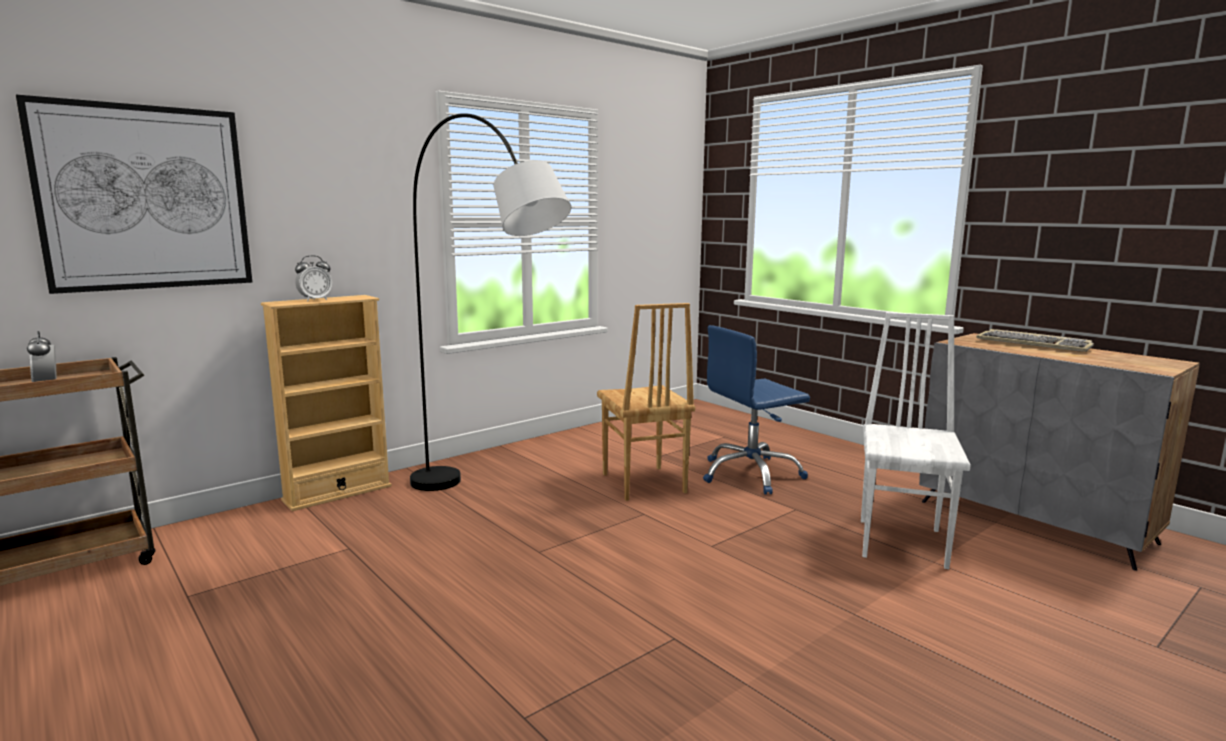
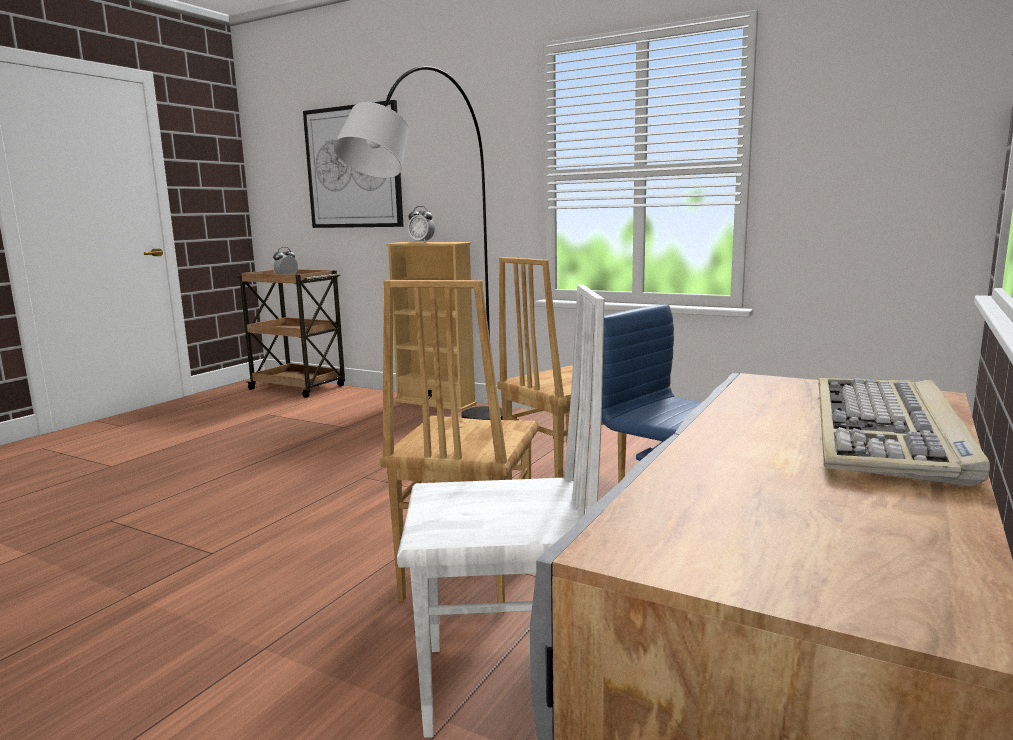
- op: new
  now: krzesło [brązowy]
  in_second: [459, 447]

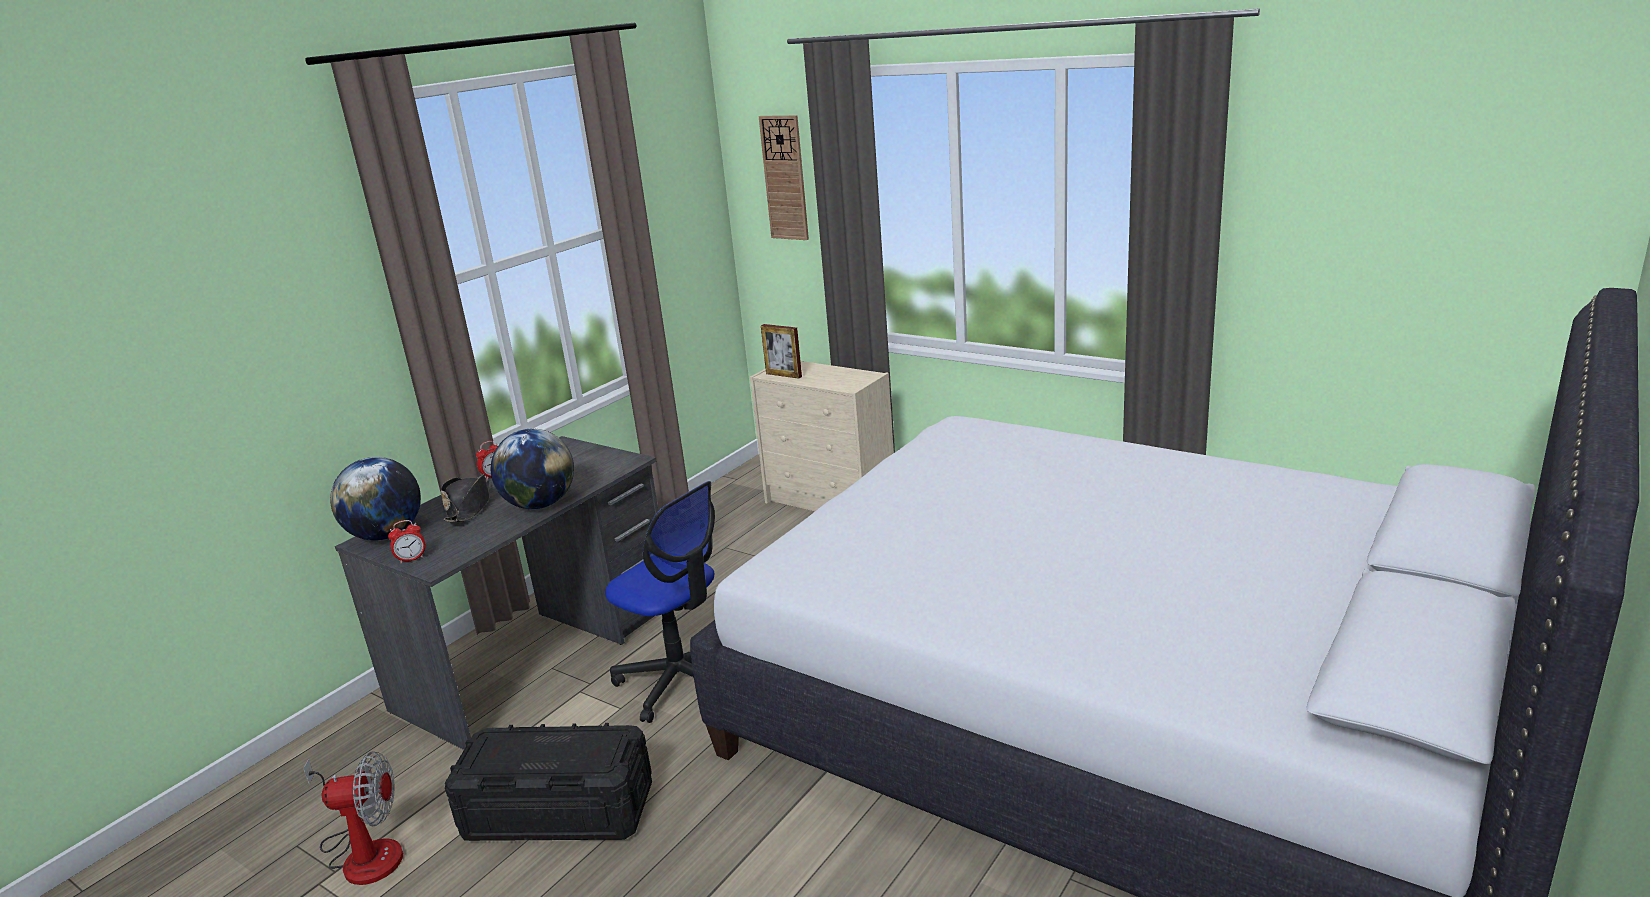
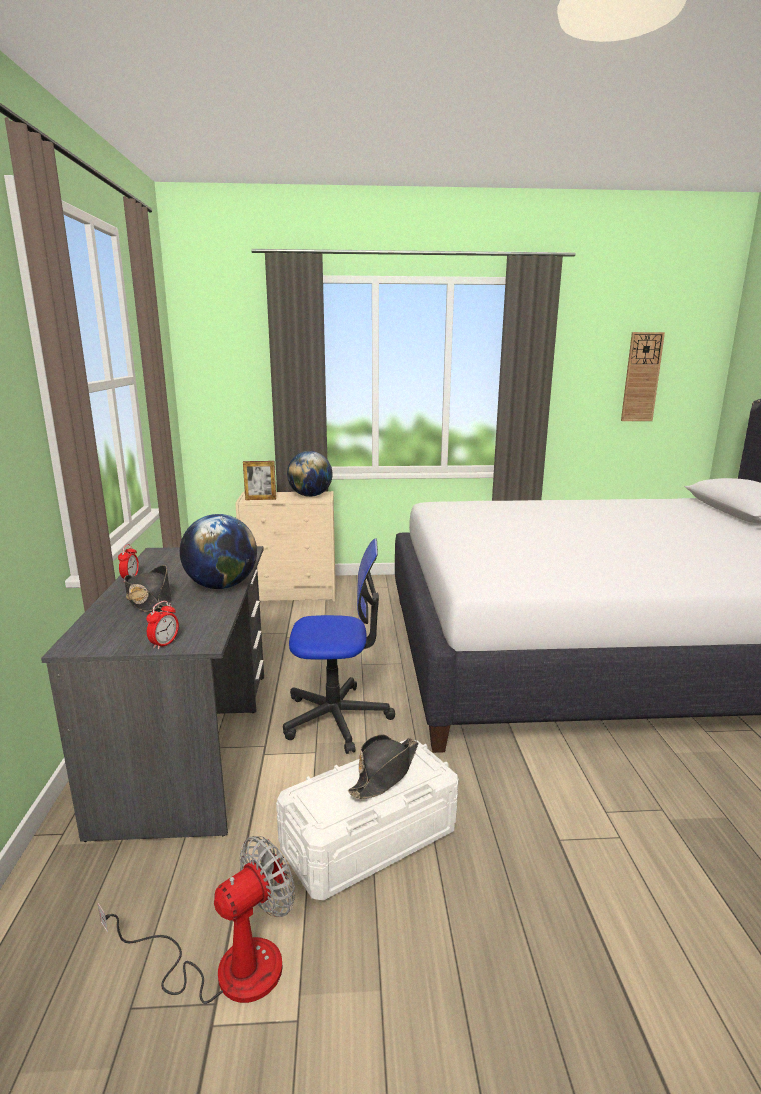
- op: repainted
  was: pojemnik do przechowywania [czarny]
  now: pojemnik do przechowywania [biały]
  in_first: [548, 782]
  in_second: [367, 820]
- op: shifted
  was: globus
  in_first: [375, 499]
  in_second: [310, 474]
- op: new
  now: kapelusz [czarny]
  in_second: [383, 766]
- op: shifted
  was: zegar ścienny
  in_first: [784, 177]
  in_second: [643, 376]

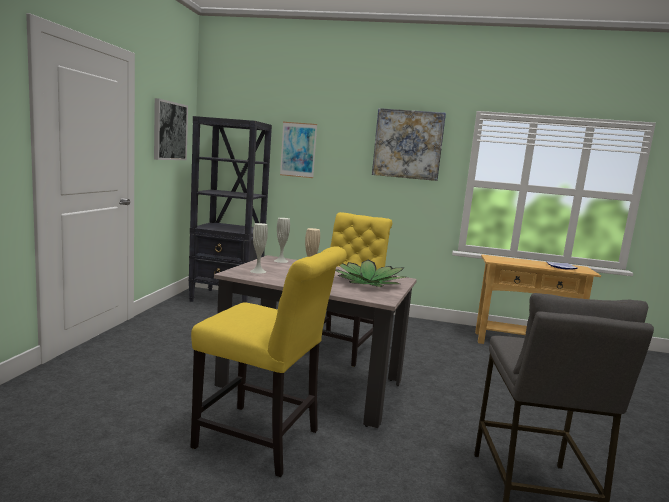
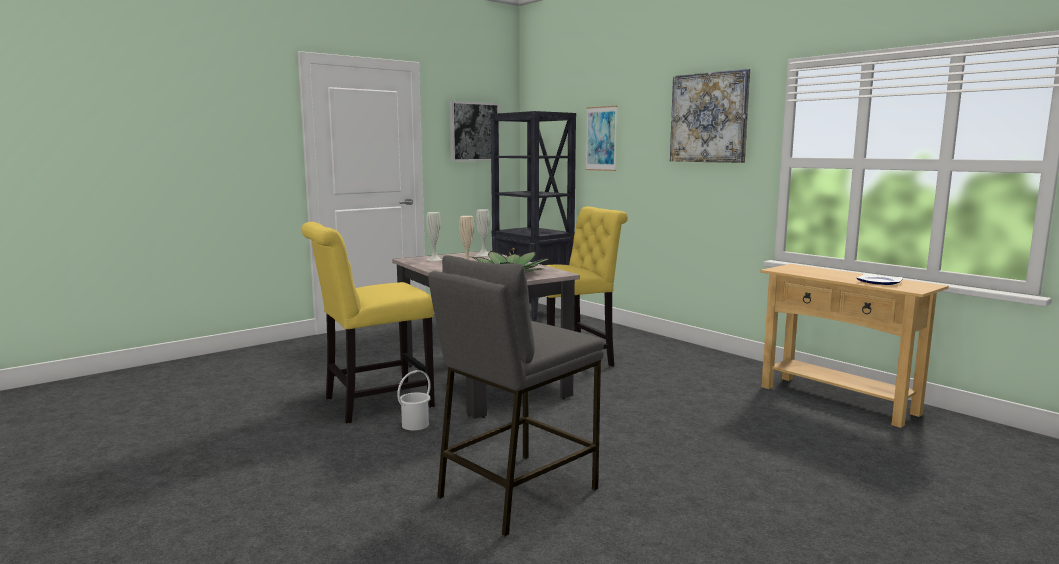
- op: rotated
  was: krzesło [żółty]
  in_first: [269, 361]
  in_second: [368, 323]
  clockwise: 90
- op: new
  now: wiadro [biały]
  in_second: [414, 400]

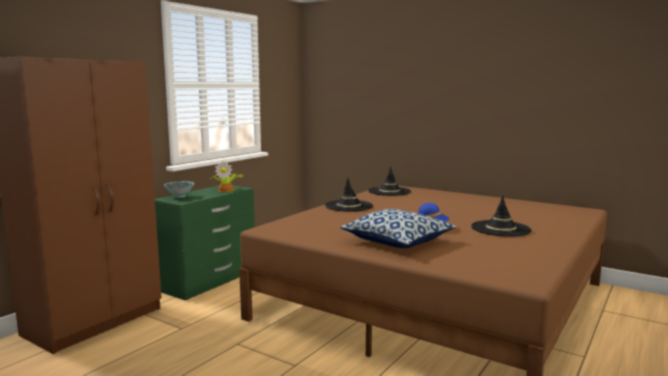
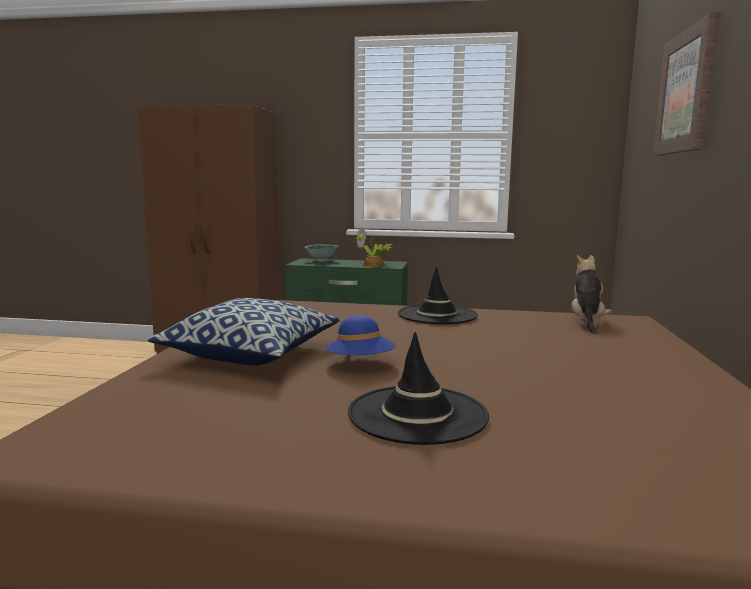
- op: swapped
  was: kapelusz [czarny]
  now: pluszak
  in_first: [389, 181]
  in_second: [592, 294]
- op: new
  now: obraz
  in_second: [687, 83]

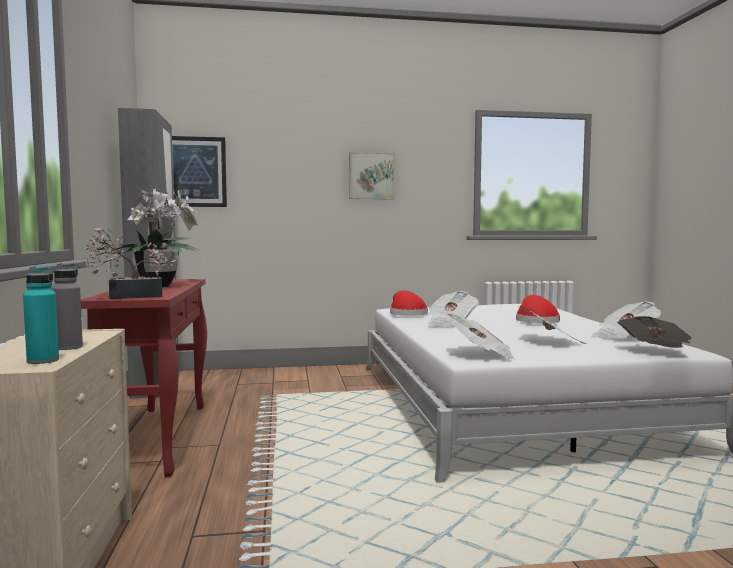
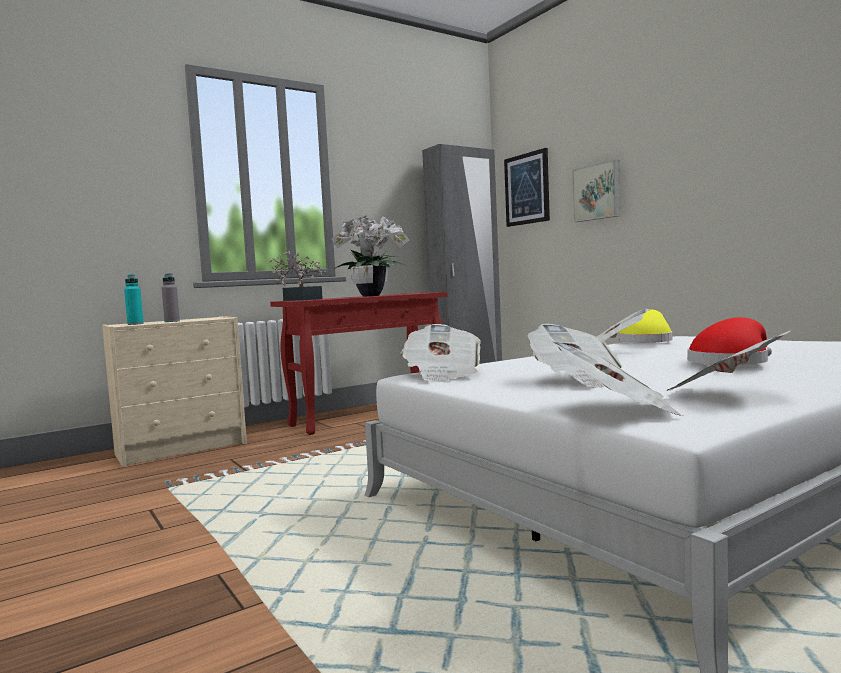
- op: shifted
  was: obraz
  in_first: [372, 175]
  in_second: [596, 191]
- op: repainted
  was: kapelusz [czerwony]
  now: kapelusz [żółty]
  in_first: [409, 303]
  in_second: [645, 326]

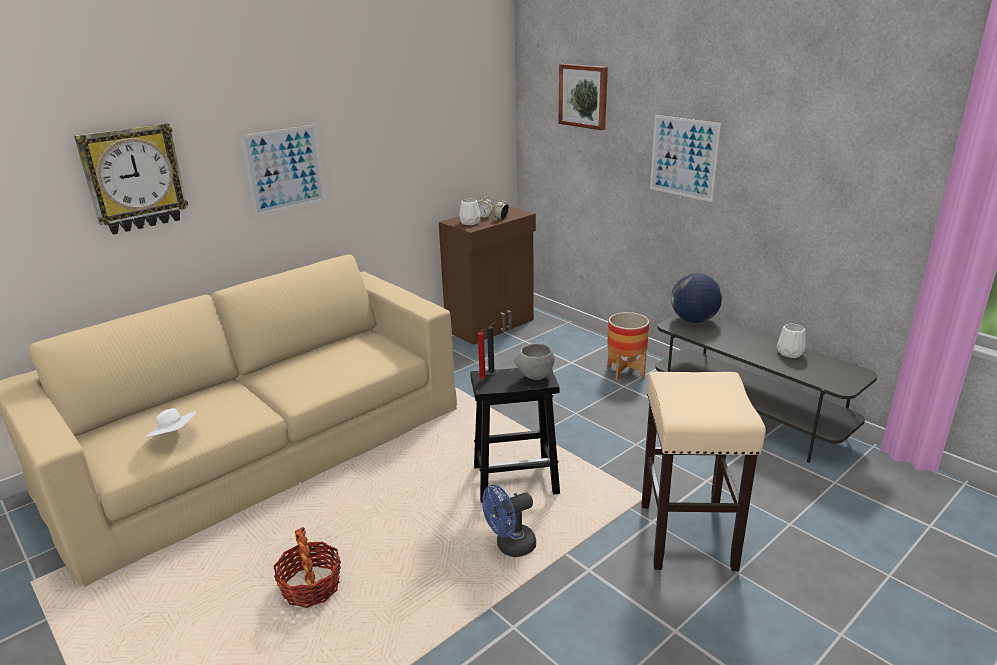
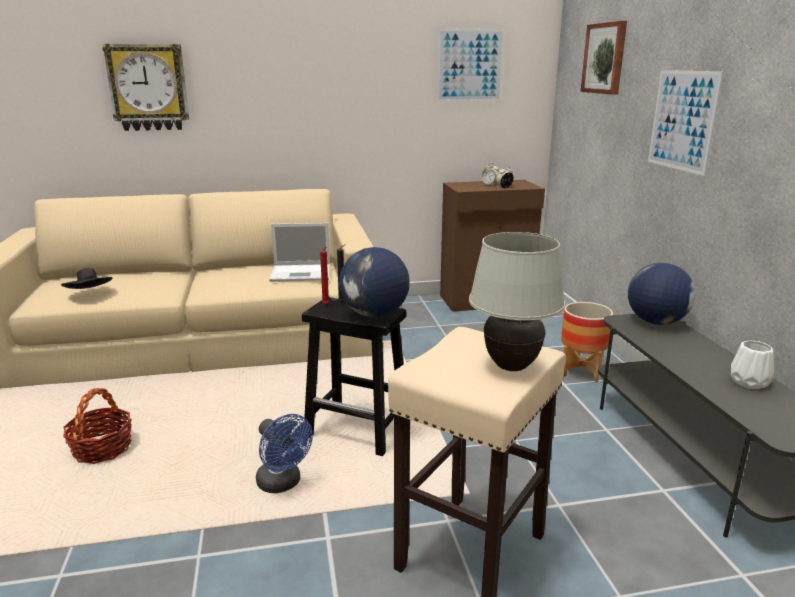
- op: repainted
  was: kapelusz [biały]
  now: kapelusz [czarny]
  in_first: [169, 423]
  in_second: [86, 278]
- op: rotated
  was: wentylator [niebieski]
  in_first: [509, 521]
  in_second: [284, 453]
  clockwise: -135
- op: new
  now: laptop
  in_second: [299, 252]
- op: swapped
  was: miska [szary]
  now: globus
  in_first: [534, 361]
  in_second: [374, 282]
- op: shifted
  was: obraz
  in_first: [283, 170]
  in_second: [471, 65]
- op: new
  now: lampa stołowa [biały]
  in_second: [517, 301]
- op: gone
  was: wazon [biały]
  in_first: [469, 212]

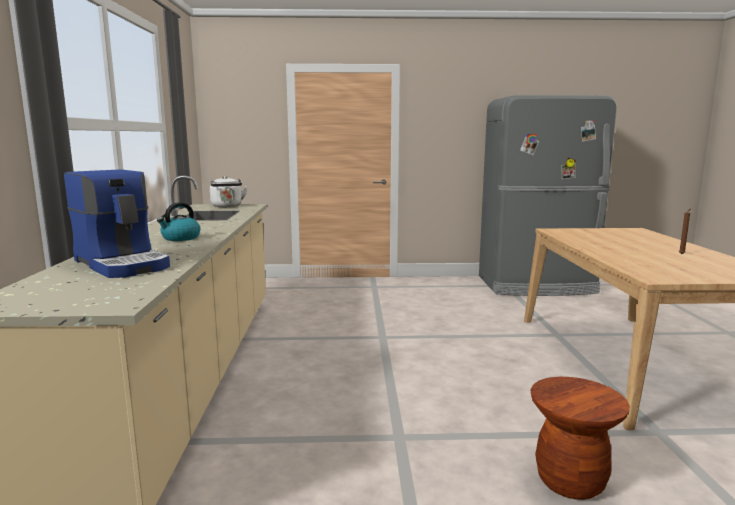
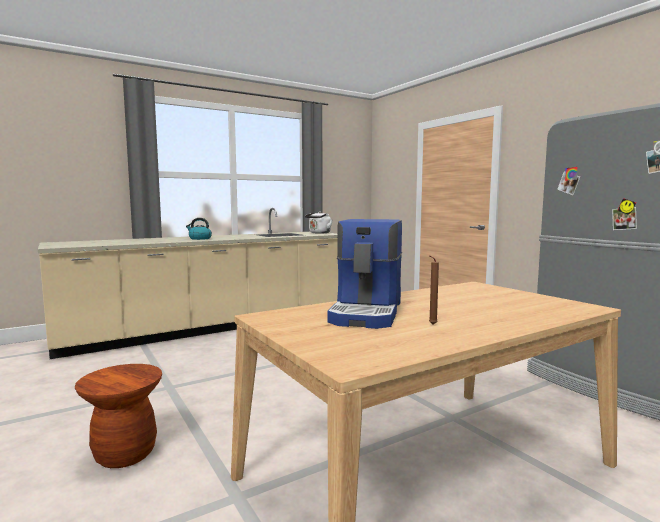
- op: shifted
  was: ekspres do kawy
  in_first: [117, 223]
  in_second: [364, 274]

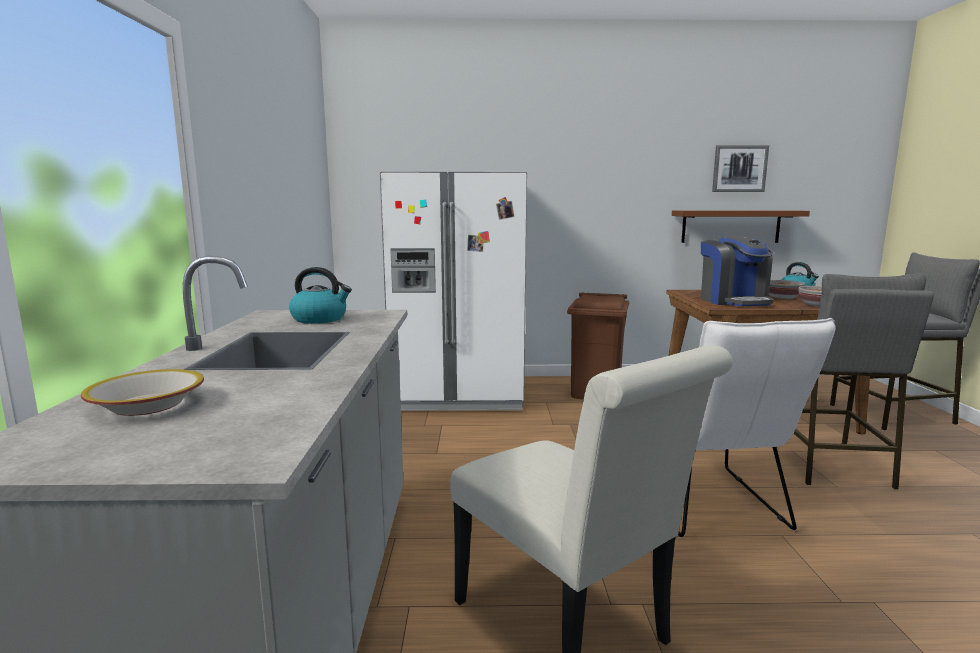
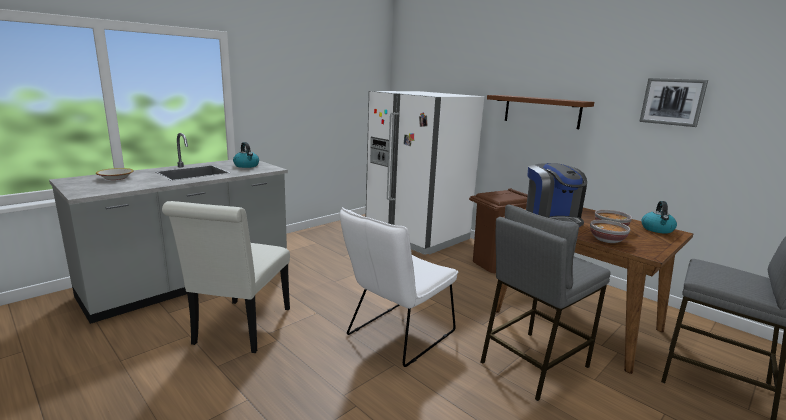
- op: shifted
  was: półka [brązowy]
  in_first: [741, 226]
  in_second: [540, 112]
- op: rotated
  was: ekspres do kawy
  in_first: [737, 271]
  in_second: [556, 195]
  clockwise: -45

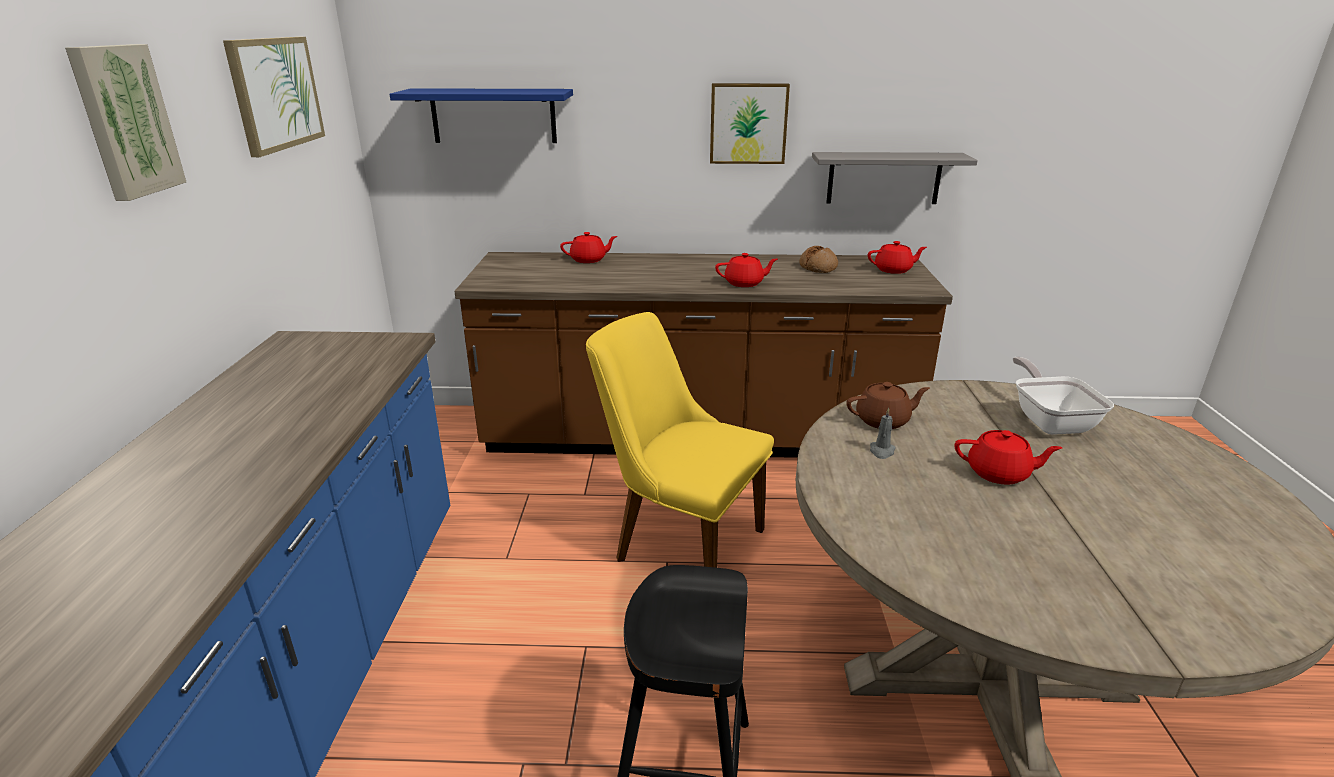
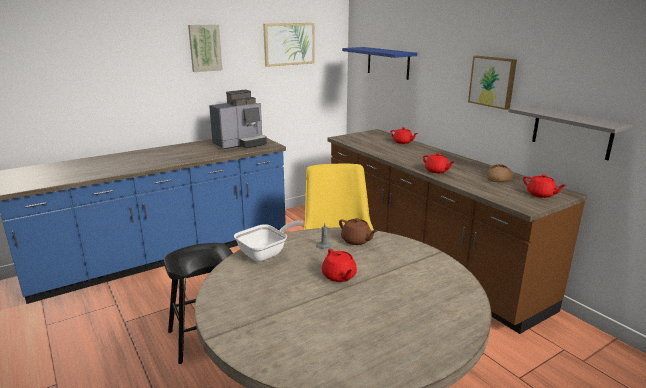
- op: new
  now: ekspres do kawy
  in_second: [238, 119]
- op: shifted
  was: patelnia
  in_first: [1063, 396]
  in_second: [268, 241]

